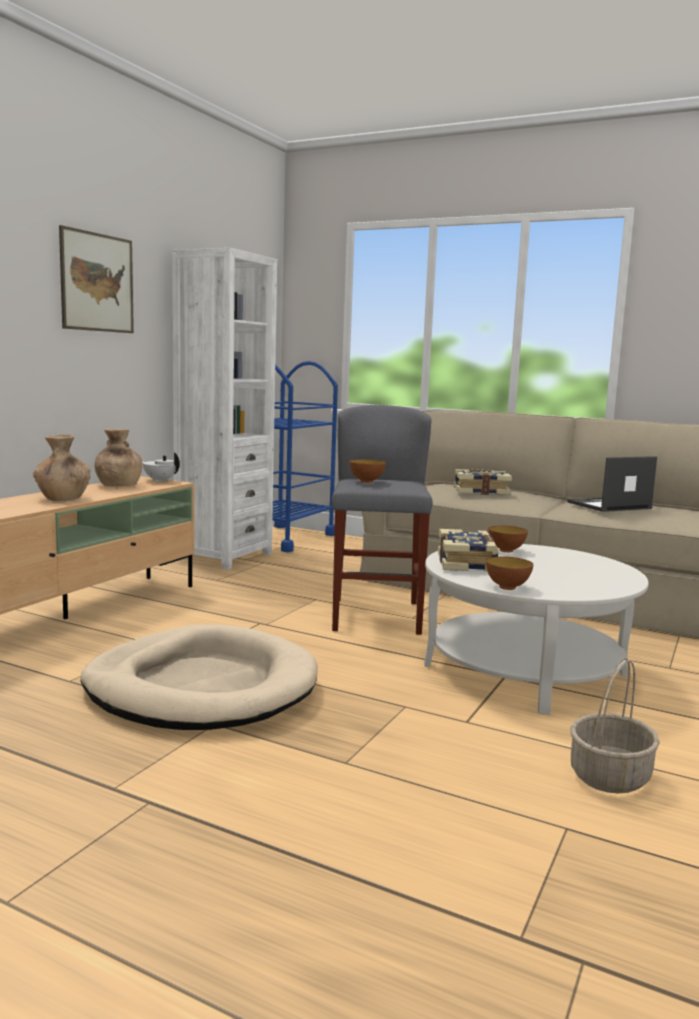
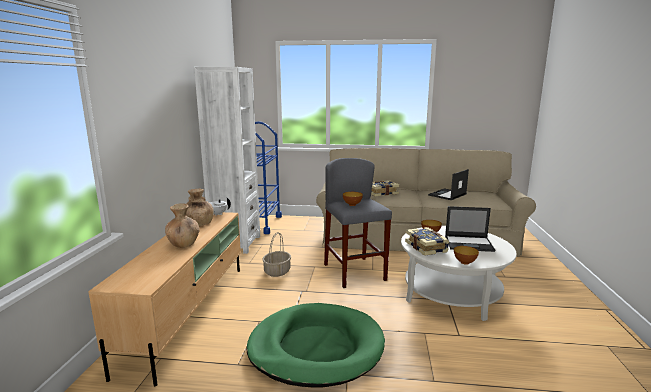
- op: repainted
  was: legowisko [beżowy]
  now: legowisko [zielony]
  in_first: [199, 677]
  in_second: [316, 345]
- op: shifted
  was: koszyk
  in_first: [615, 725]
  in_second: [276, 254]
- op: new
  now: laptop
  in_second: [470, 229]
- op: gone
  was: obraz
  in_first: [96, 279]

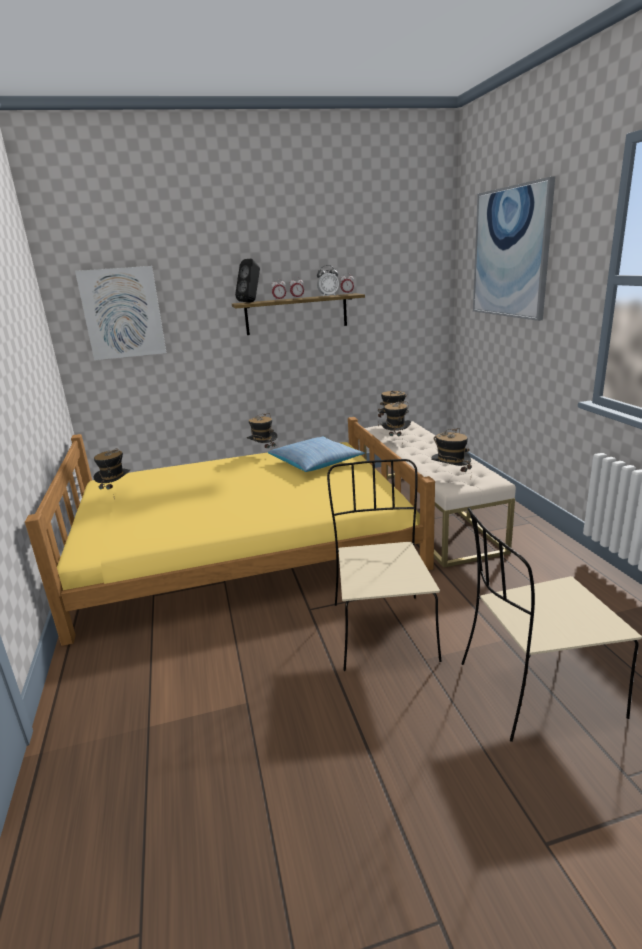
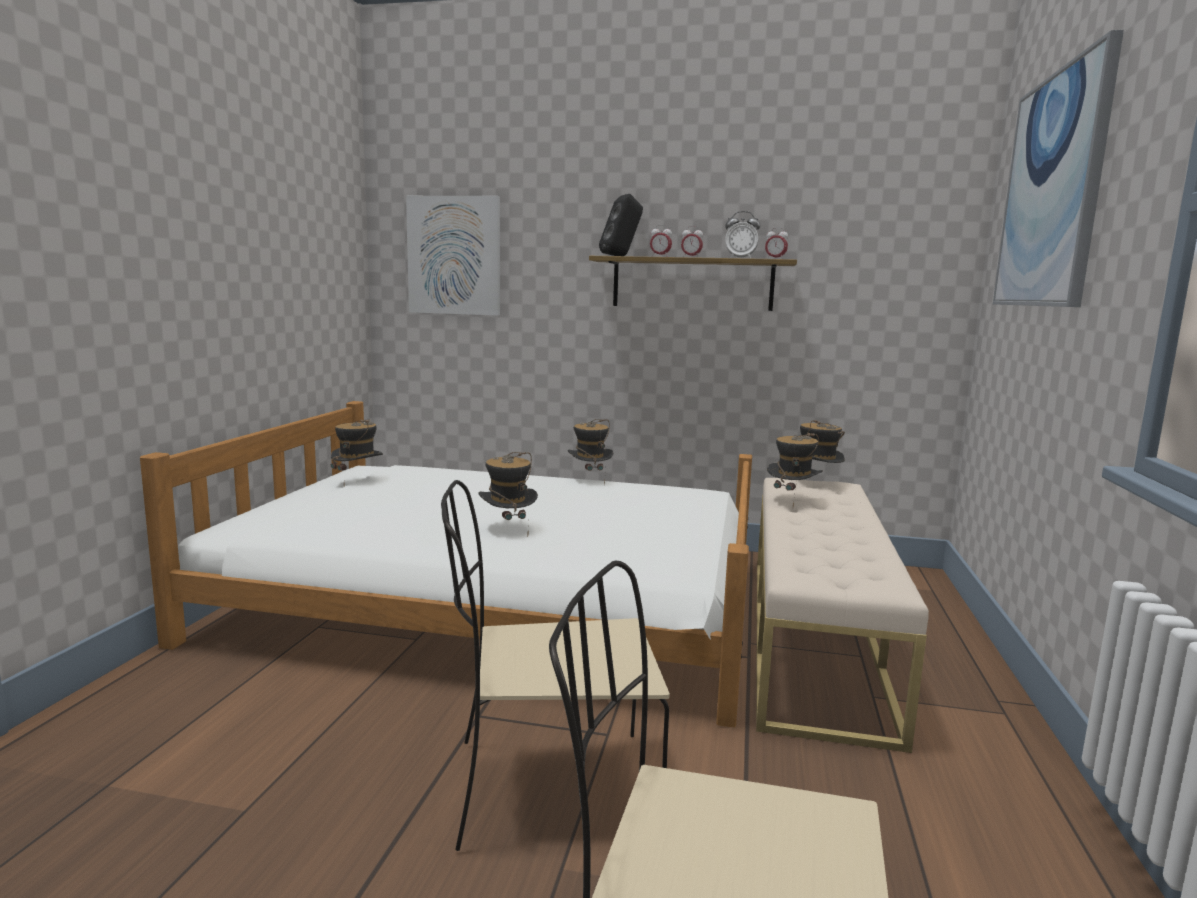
- op: repainted
  was: łóżko [żółty]
  now: łóżko [biały]
  in_first: [230, 531]
  in_second: [446, 564]
- op: rotated
  was: krzesło [beżowy]
  in_first: [384, 565]
  in_second: [555, 665]
  clockwise: -120
- op: shifted
  was: kapelusz
  in_first: [451, 450]
  in_second: [508, 494]
- op: gone
  was: poduszka
  in_first: [316, 454]

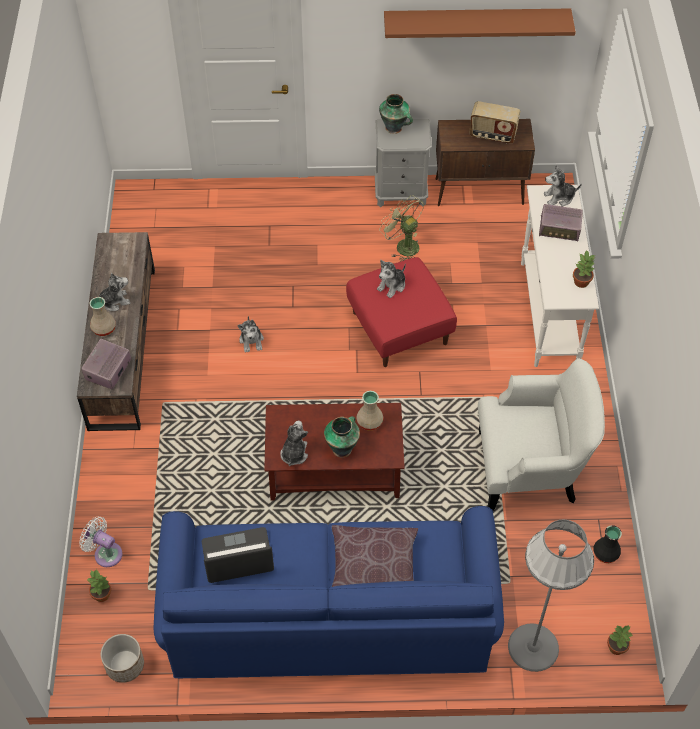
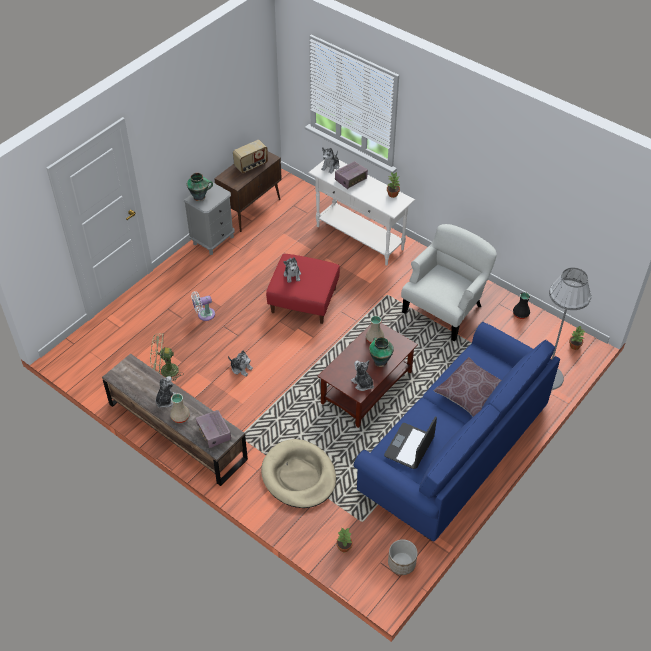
- op: shifted
  was: wentylator [zielony]
  in_first: [401, 228]
  in_second: [167, 357]
- op: shifted
  was: wentylator [biały]
  in_first: [101, 541]
  in_second: [203, 306]
- op: new
  now: legowisko [beżowy]
  in_second: [298, 473]
- op: gone
  was: półka [brązowy]
  in_first: [480, 23]

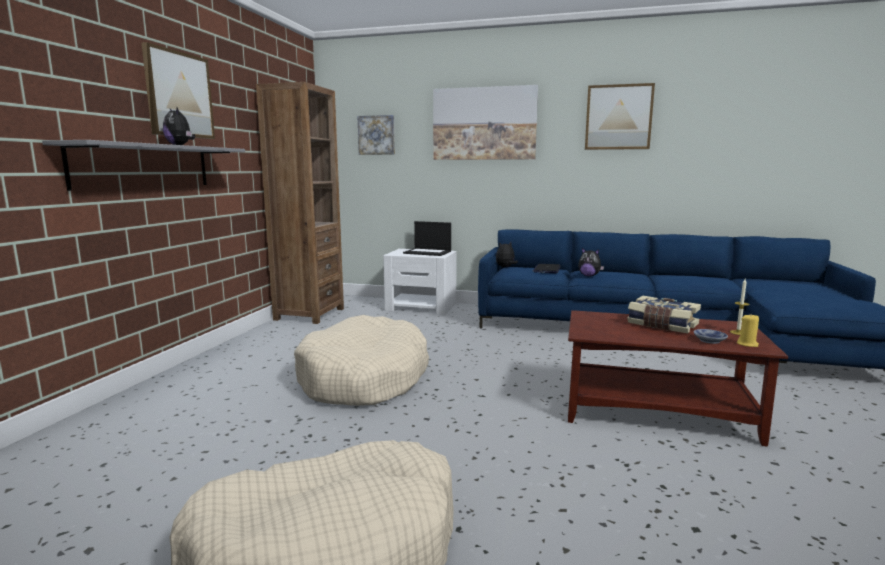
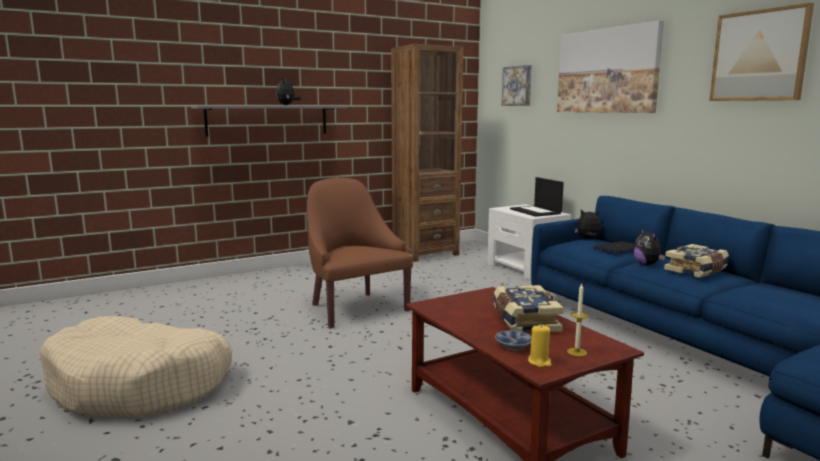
- op: swapped
  was: legowisko [beżowy]
  now: fotel [brązowy]
  in_first: [361, 360]
  in_second: [360, 253]
- op: new
  now: książka
  in_second: [696, 261]
- op: gone
  was: obraz
  in_first: [178, 90]

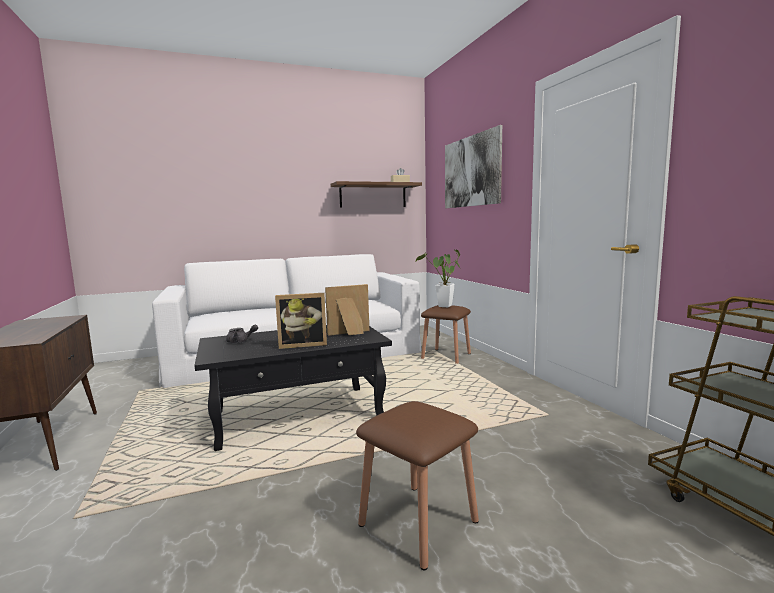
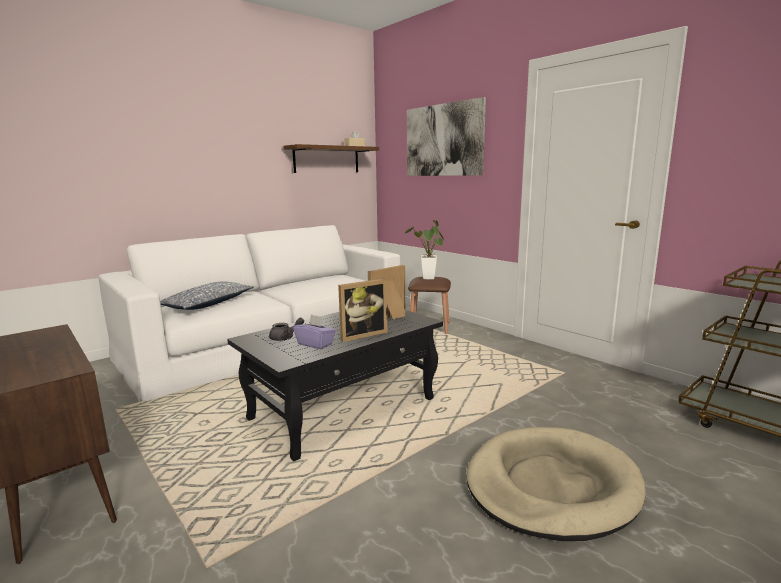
- op: new
  now: poduszka
  in_second: [207, 295]
- op: new
  now: pudełko chusteczek [fioletowy]
  in_second: [314, 332]
- op: swapped
  was: stołek [brązowy]
  now: legowisko [beżowy]
  in_first: [417, 485]
  in_second: [556, 484]

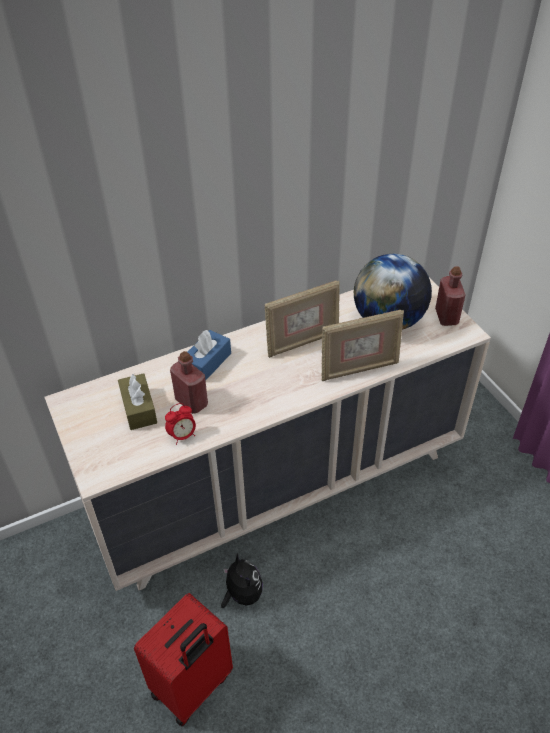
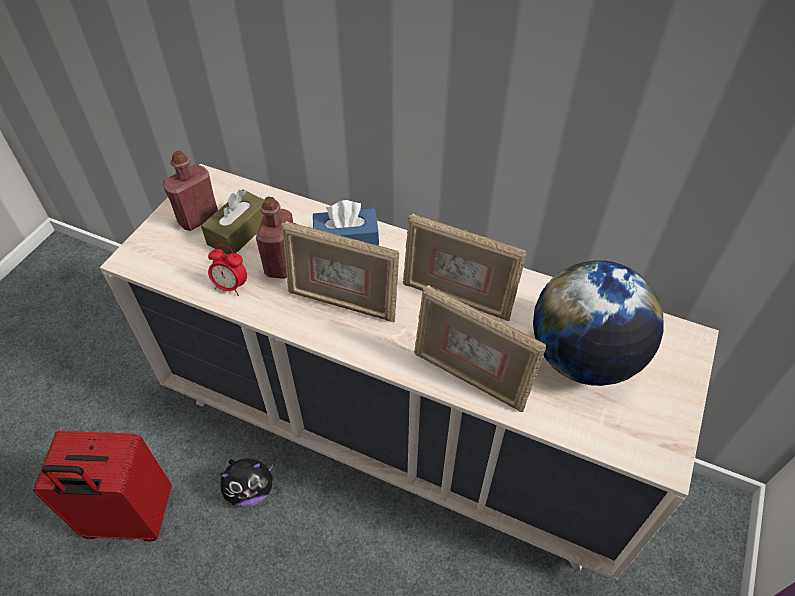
- op: shifted
  was: butelka [czerwony]
  in_first: [450, 296]
  in_second: [190, 191]
- op: rotated
  was: pluszak
  in_first: [242, 581]
  in_second: [247, 482]
  clockwise: 45
- op: new
  now: ramka na zdjęcie
  in_second: [340, 271]

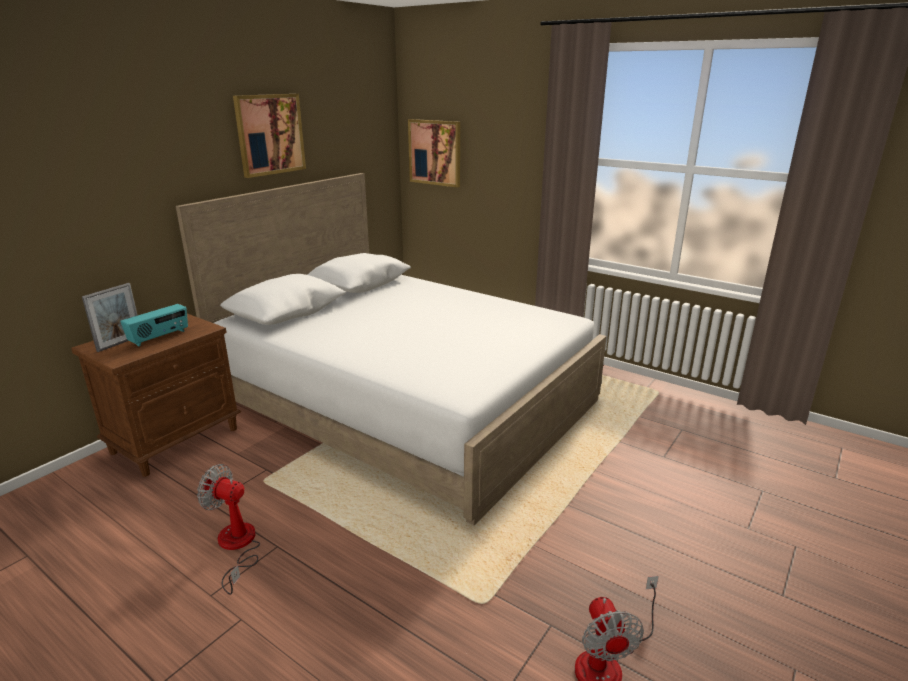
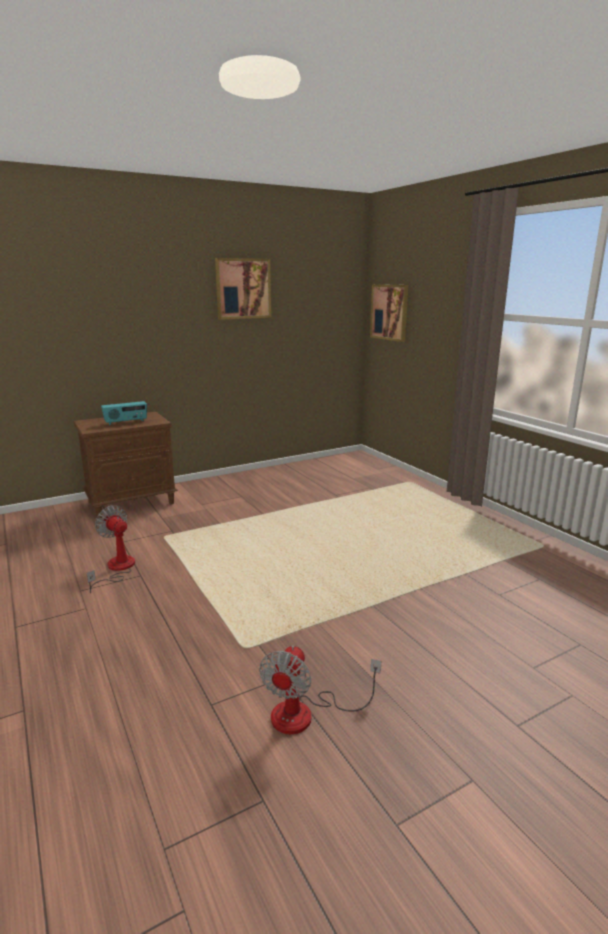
- op: gone
  was: ramka na zdjęcie
  in_first: [110, 317]
- op: gone
  was: łóżko [biały]
  in_first: [391, 349]

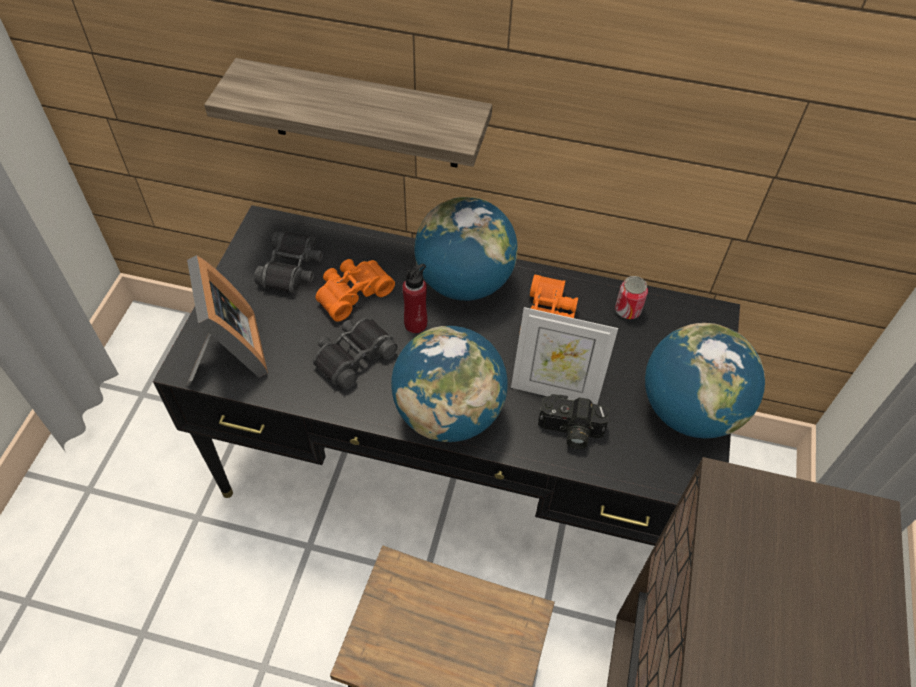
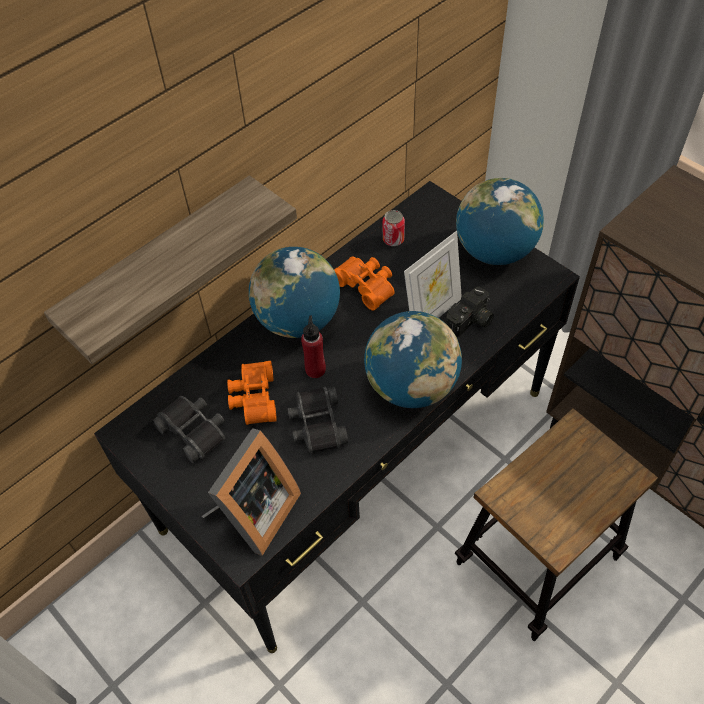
- op: rotated
  was: ramka na zdjęcie
  in_first: [227, 320]
  in_second: [251, 492]
  clockwise: 105

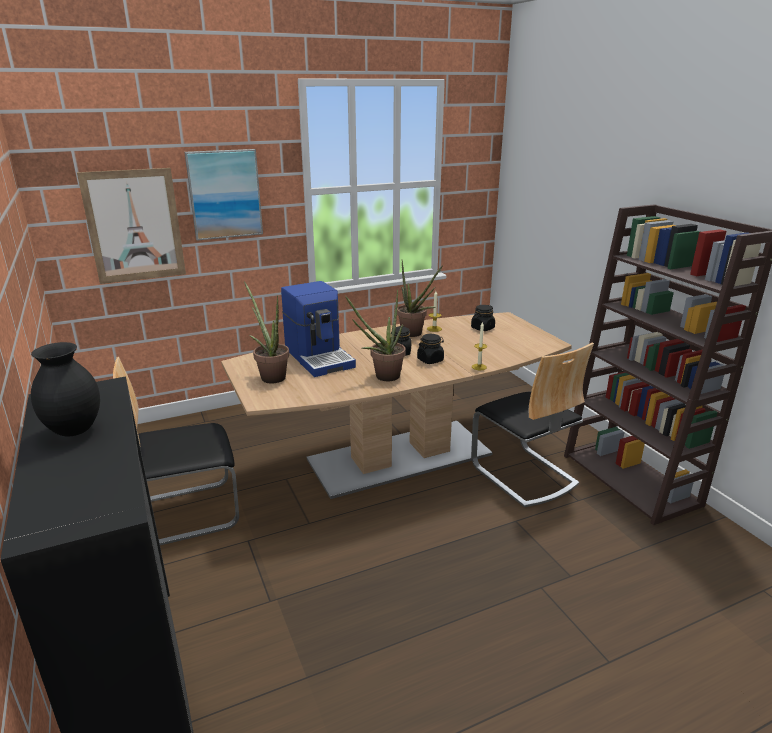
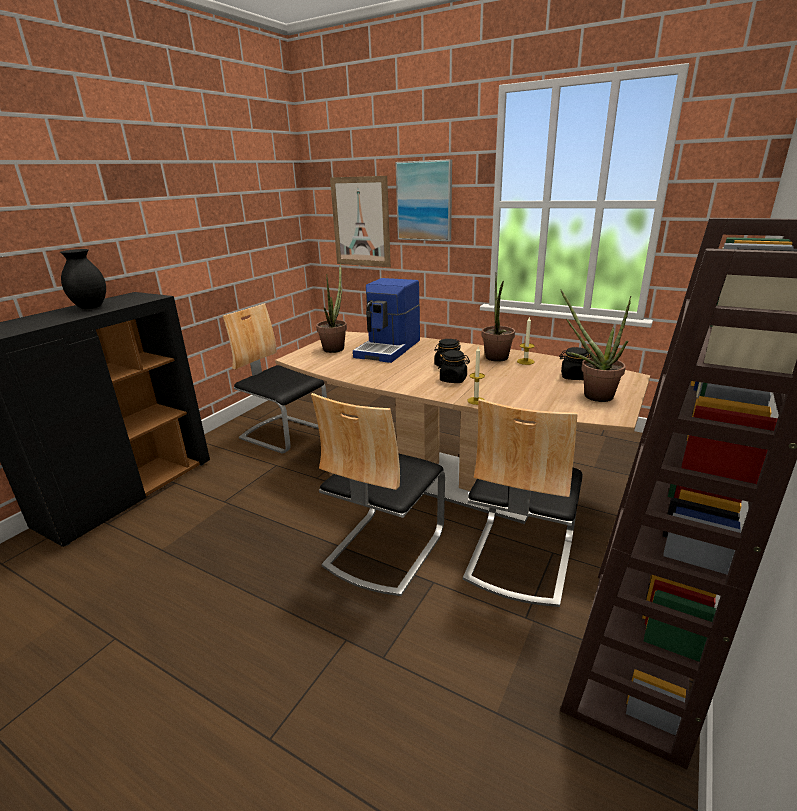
- op: new
  now: krzesło
  in_second: [378, 494]
- op: shifted
  was: roślina doniczkowa
  in_first: [376, 335]
  in_second: [595, 345]

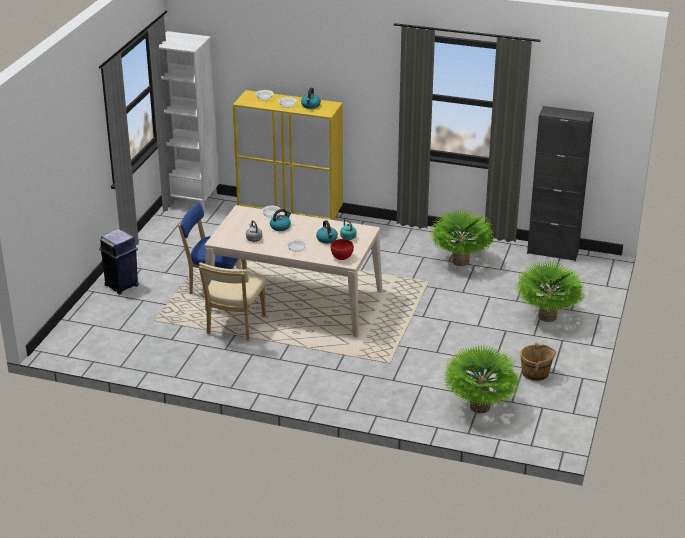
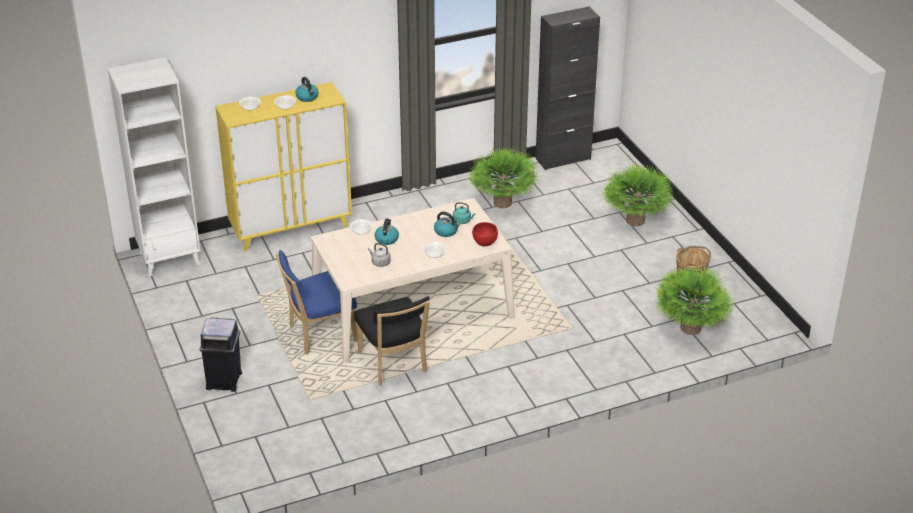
- op: repainted
  was: krzesło [beżowy]
  now: krzesło [czarny]
  in_first: [232, 301]
  in_second: [392, 340]

